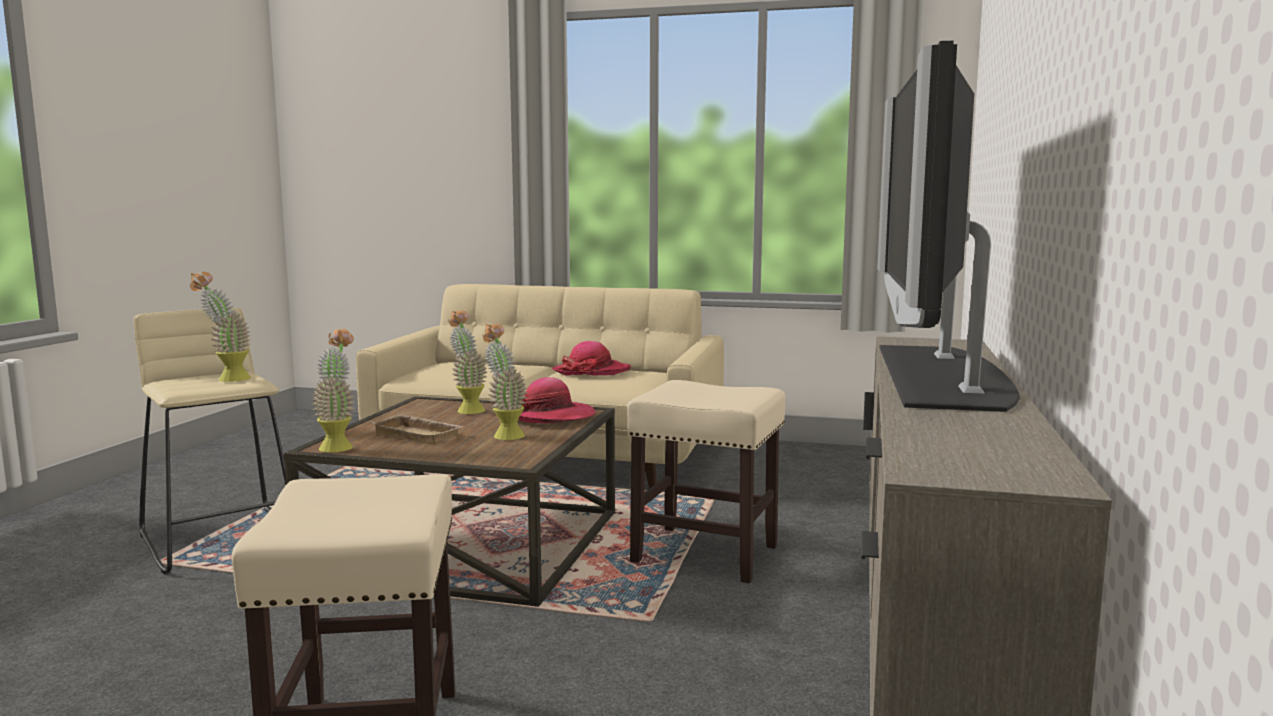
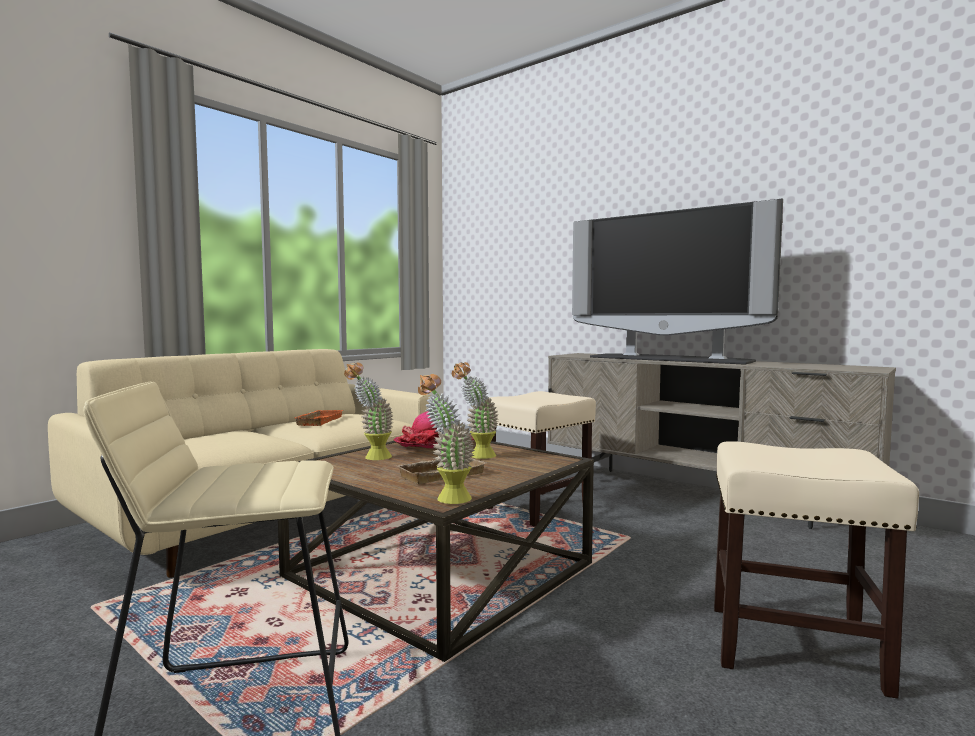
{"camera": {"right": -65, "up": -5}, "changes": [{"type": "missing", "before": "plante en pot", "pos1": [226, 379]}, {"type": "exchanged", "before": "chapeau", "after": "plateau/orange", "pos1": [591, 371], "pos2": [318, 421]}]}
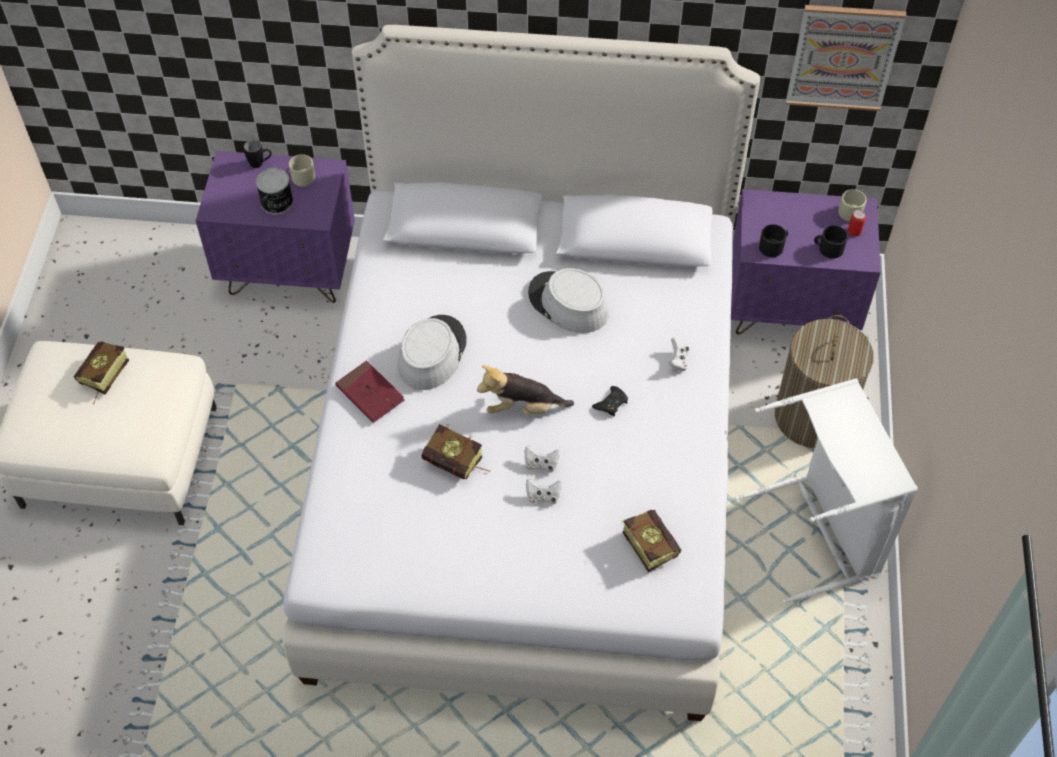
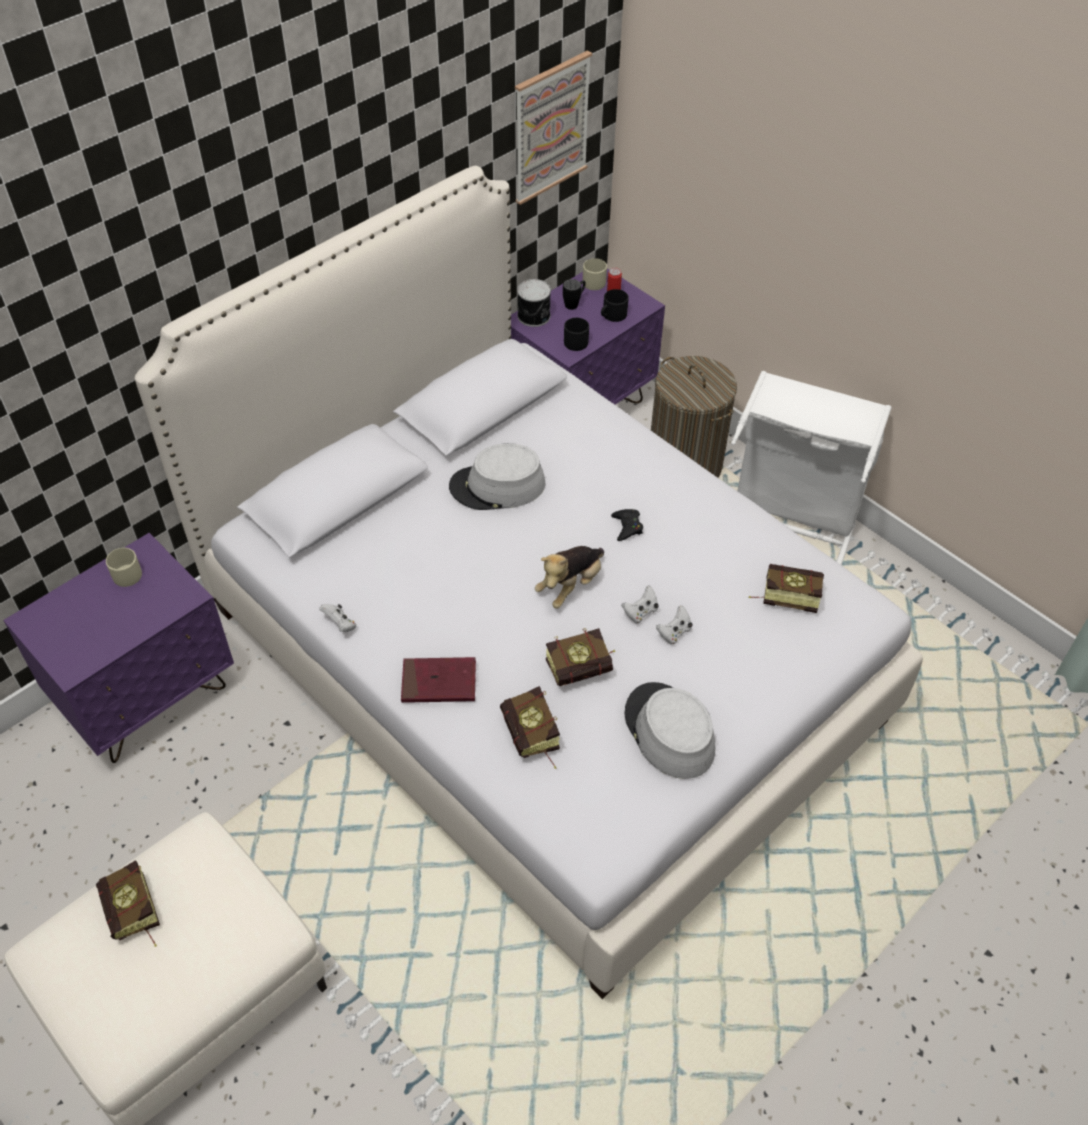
{"camera": {"right": -50, "up": -5}, "changes": [{"type": "relocated", "before": "mug/noir", "pos1": [260, 164], "pos2": [574, 303]}, {"type": "relocated", "before": "boîte métallique", "pos1": [277, 202], "pos2": [534, 316]}, {"type": "relocated", "before": "chapeau/gris", "pos1": [431, 353], "pos2": [669, 731]}, {"type": "relocated", "before": "manette/blanc", "pos1": [678, 361], "pos2": [340, 624]}, {"type": "appeared", "after": "livre", "pos2": [533, 740]}]}
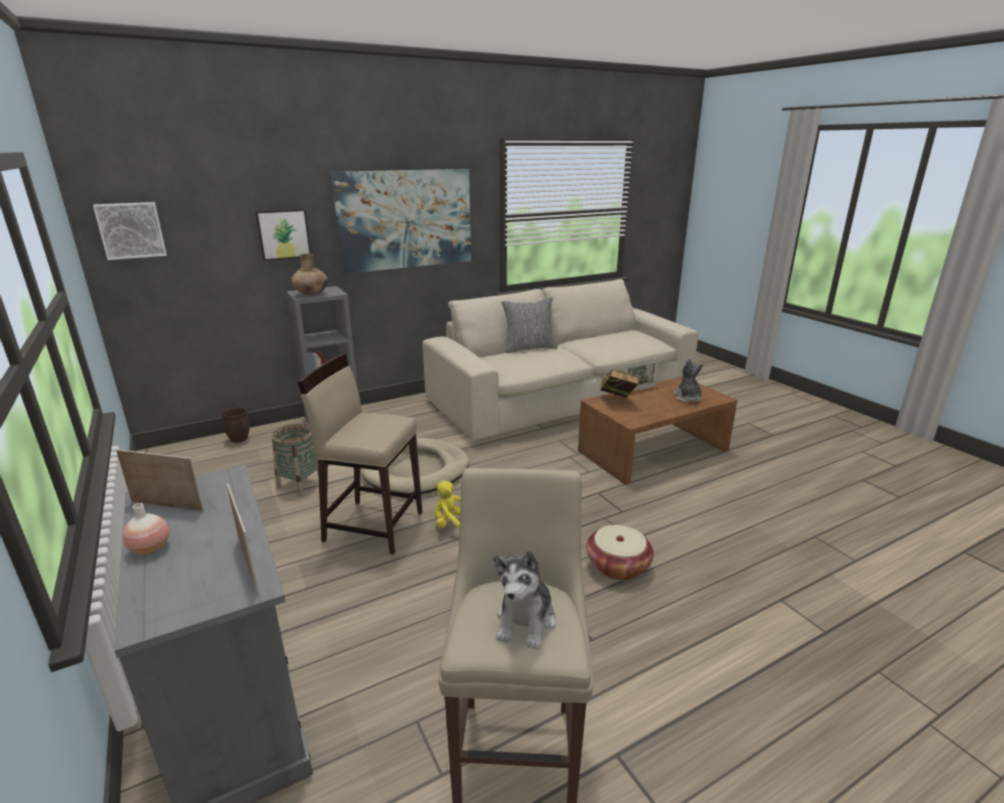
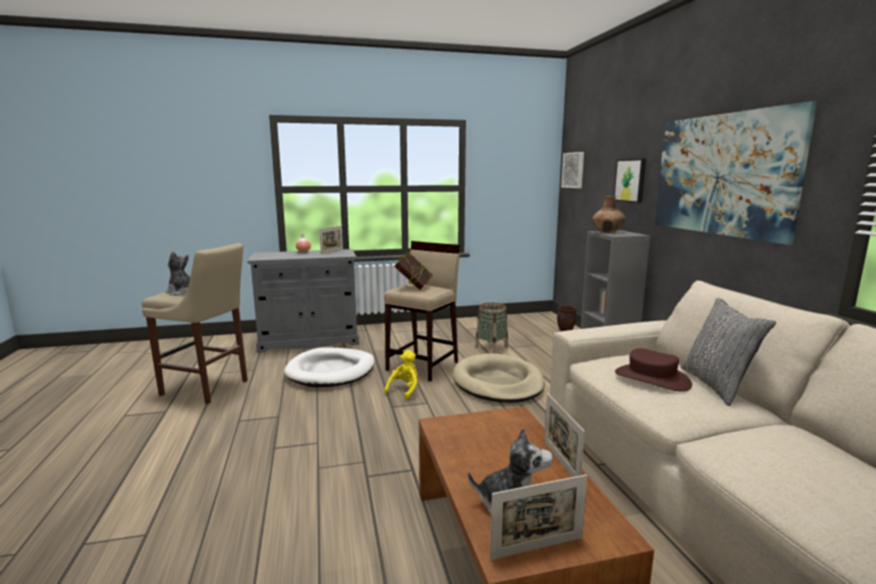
{"camera": {"right": 105, "up": -10}, "changes": [{"type": "relocated", "before": "livre", "pos1": [617, 401], "pos2": [414, 287]}, {"type": "relocated", "before": "cadre photo", "pos1": [248, 564], "pos2": [537, 548]}, {"type": "missing", "before": "panier", "pos1": [618, 566]}, {"type": "appeared", "after": "panier pour chien/blanc", "pos2": [331, 371]}, {"type": "appeared", "after": "chapeau/marron", "pos2": [651, 379]}]}
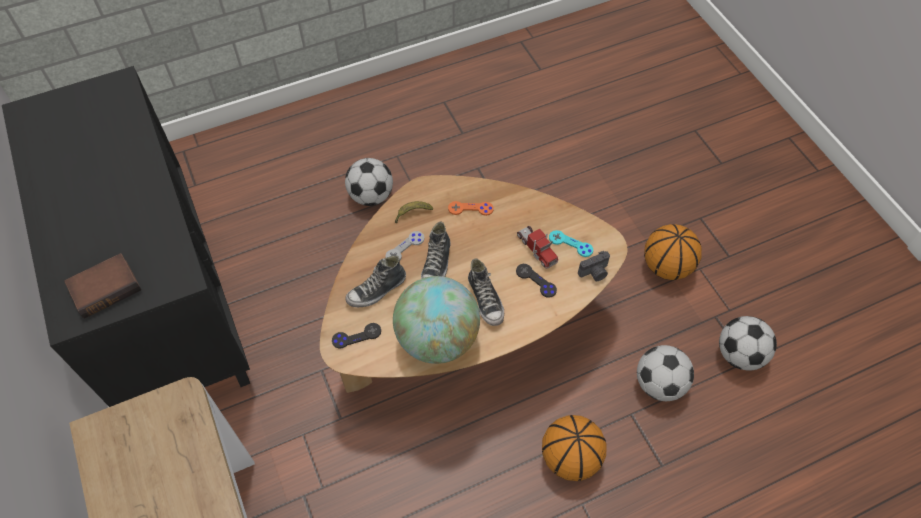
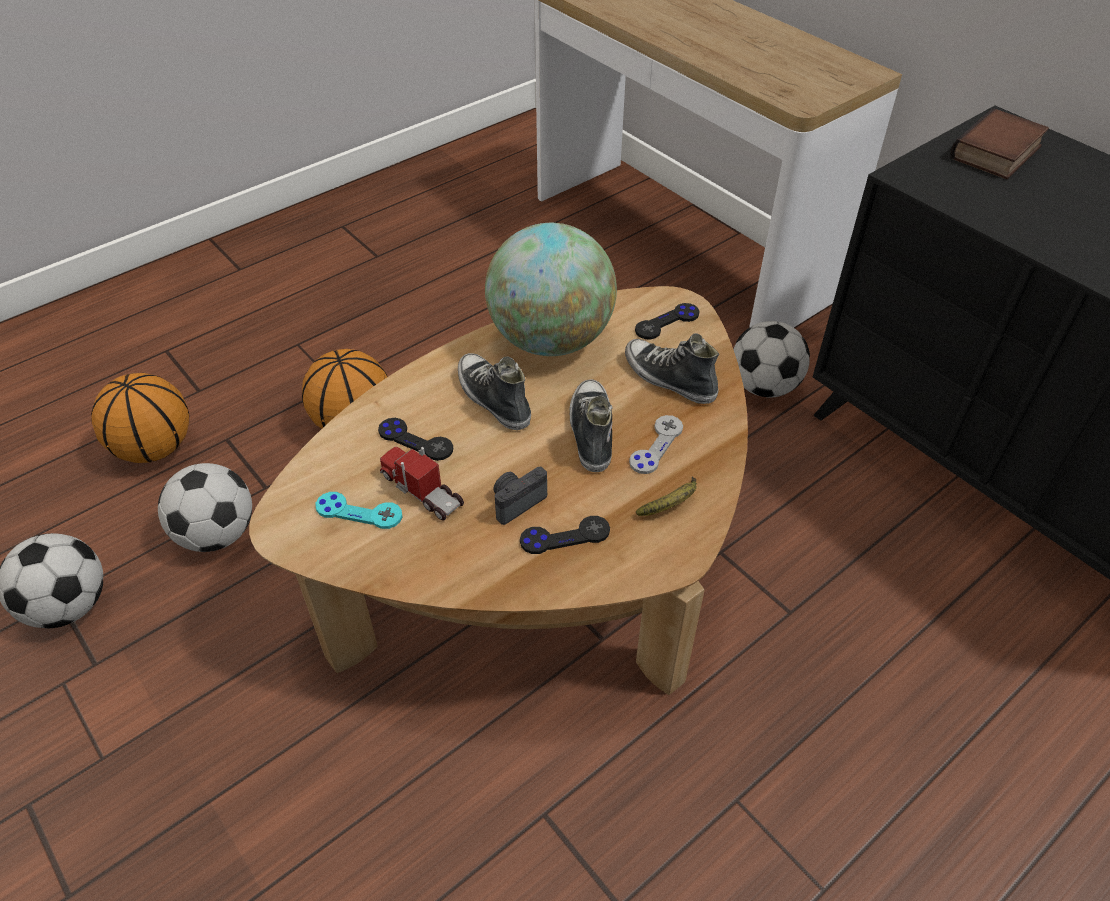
{"camera": {"right": 165, "up": -10}, "changes": [{"type": "relocated", "before": "ballon de foot", "pos1": [371, 196], "pos2": [764, 387]}, {"type": "colour", "before": "manette/orange", "after": "manette/noir", "pos1": [470, 209], "pos2": [565, 536]}, {"type": "relocated", "before": "ballon de basket", "pos1": [666, 266], "pos2": [155, 449]}, {"type": "relocated", "before": "appareil photo", "pos1": [594, 273], "pos2": [516, 501]}, {"type": "spun", "before": "chaussure", "pos1": [377, 290], "pos2": [669, 379], "turn": -90}]}
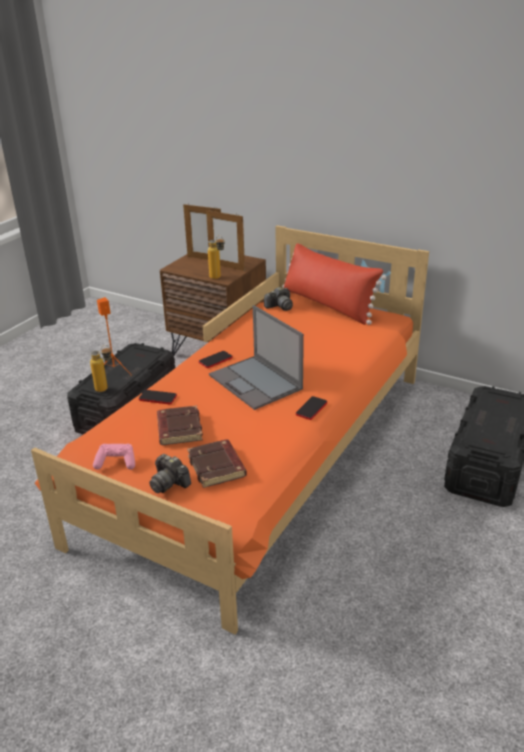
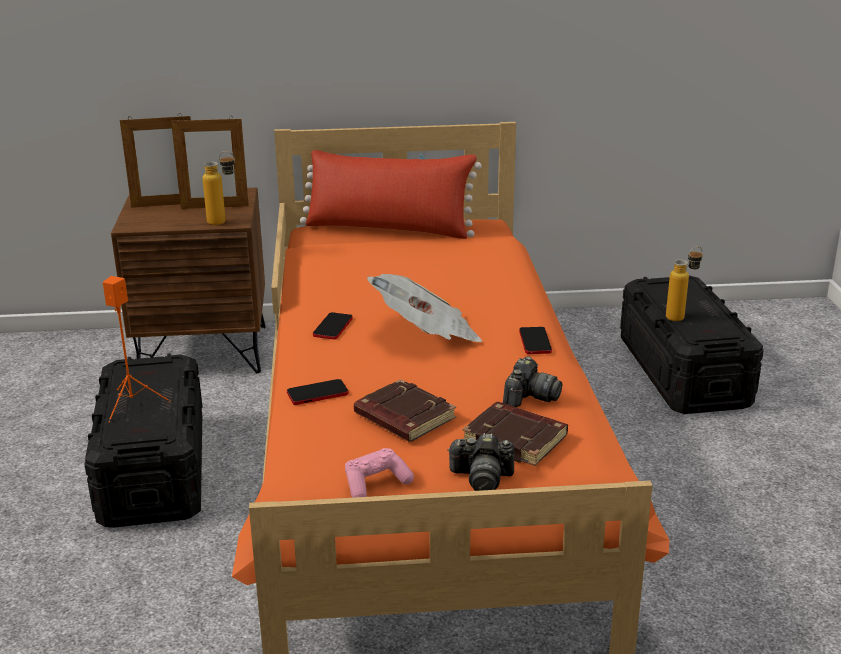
{"camera": {"right": -35, "up": -5}, "changes": [{"type": "relocated", "before": "appareil photo", "pos1": [280, 307], "pos2": [529, 397]}, {"type": "exchanged", "before": "ordinateur portable", "after": "journal", "pos1": [256, 382], "pos2": [426, 335]}, {"type": "relocated", "before": "bouteille", "pos1": [106, 389], "pos2": [681, 316]}]}
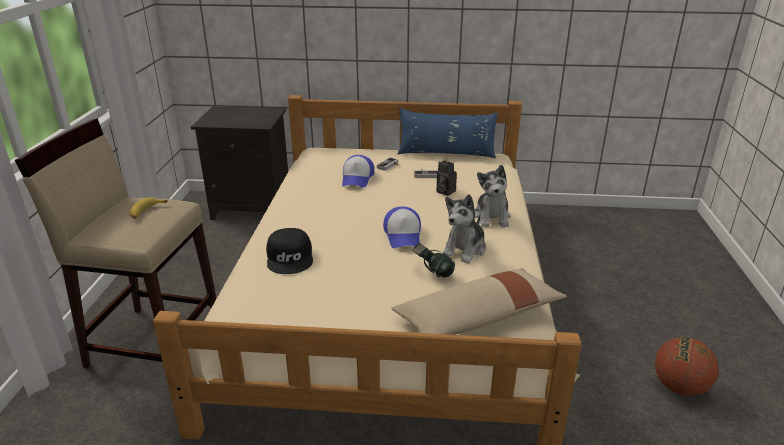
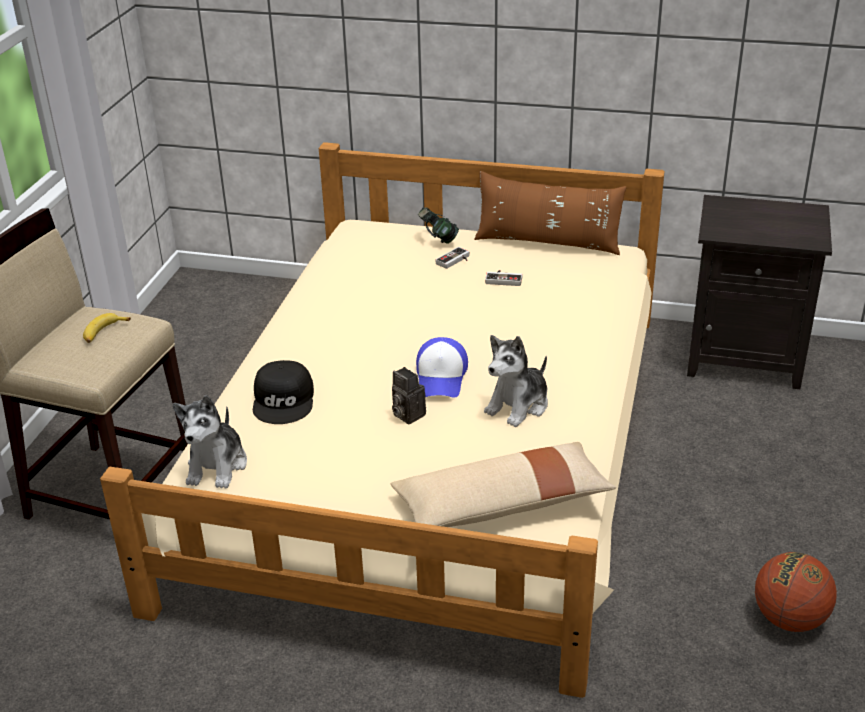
{"camera": {"right": 10, "up": 5}, "changes": [{"type": "relocated", "before": "table de chevet/noir", "pos1": [253, 207], "pos2": [746, 357]}, {"type": "colour", "before": "coussin/bleu", "after": "coussin/marron", "pos1": [446, 154], "pos2": [547, 242]}, {"type": "missing", "before": "casquette", "pos1": [357, 178]}, {"type": "relocated", "before": "appareil photo", "pos1": [444, 191], "pos2": [406, 414]}, {"type": "relocated", "before": "peluche", "pos1": [492, 217], "pos2": [217, 466]}, {"type": "relocated", "before": "casque audio", "pos1": [432, 272], "pos2": [438, 239]}]}
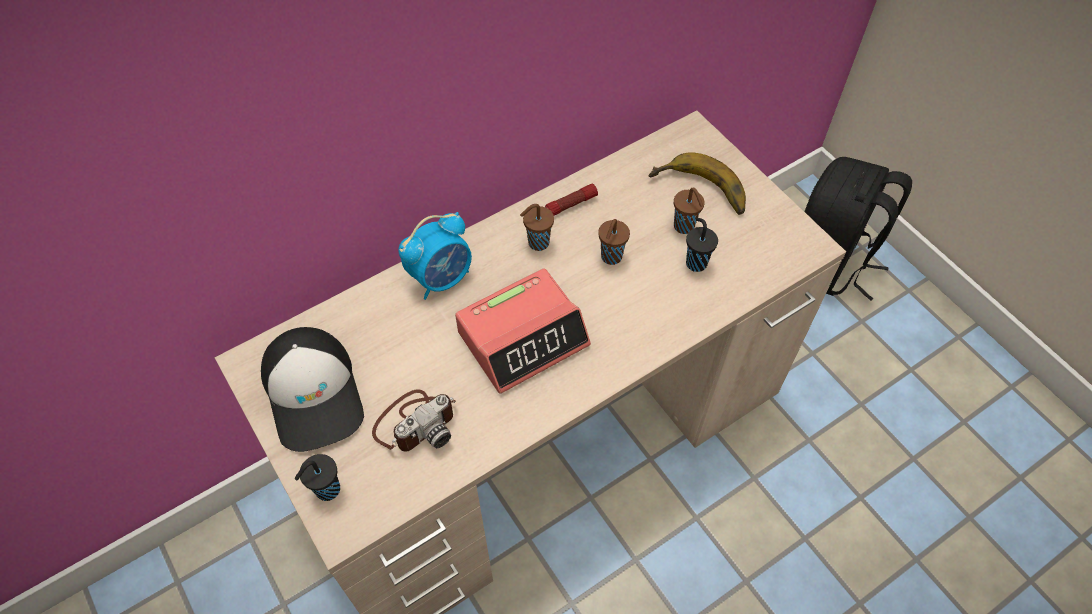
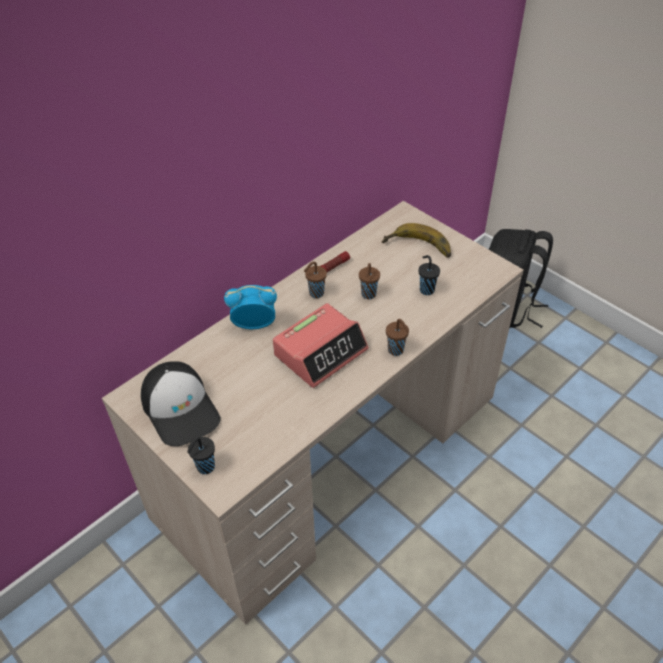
{"camera": {"right": -10, "up": -10}, "changes": [{"type": "relocated", "before": "tasse/marron", "pos1": [684, 227], "pos2": [396, 351]}, {"type": "spun", "before": "réveil", "pos1": [441, 278], "pos2": [254, 324], "turn": -135}, {"type": "missing", "before": "appareil photo", "pos1": [416, 422]}]}
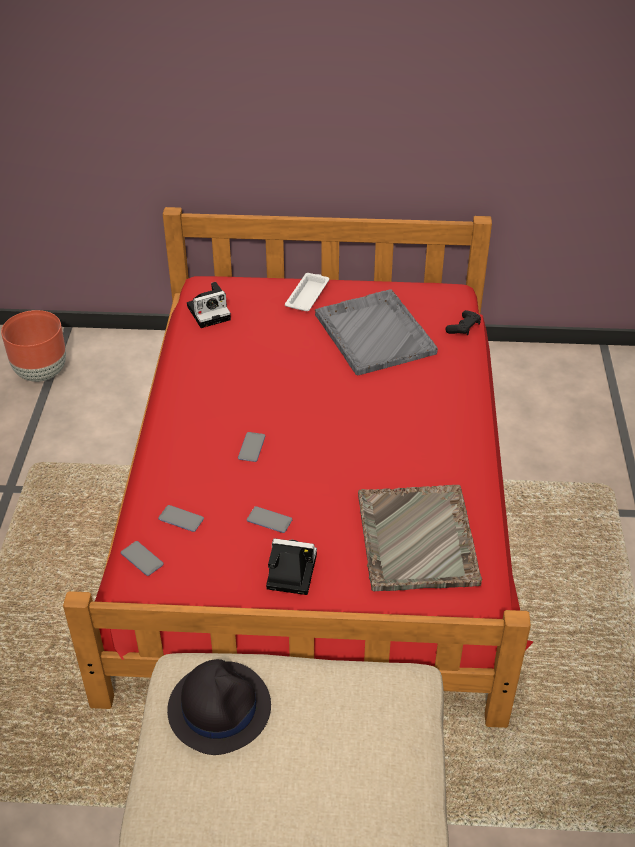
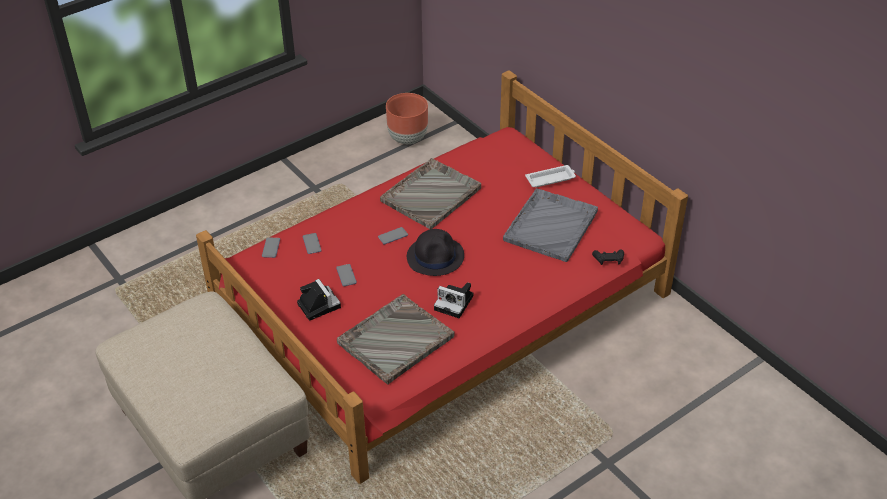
{"camera": {"right": 50, "up": 0}, "changes": [{"type": "relocated", "before": "appareil photo", "pos1": [210, 312], "pos2": [455, 303]}, {"type": "relocated", "before": "chapeau/noir", "pos1": [219, 707], "pos2": [435, 256]}, {"type": "appeared", "after": "plateau/gris", "pos2": [432, 194]}]}
